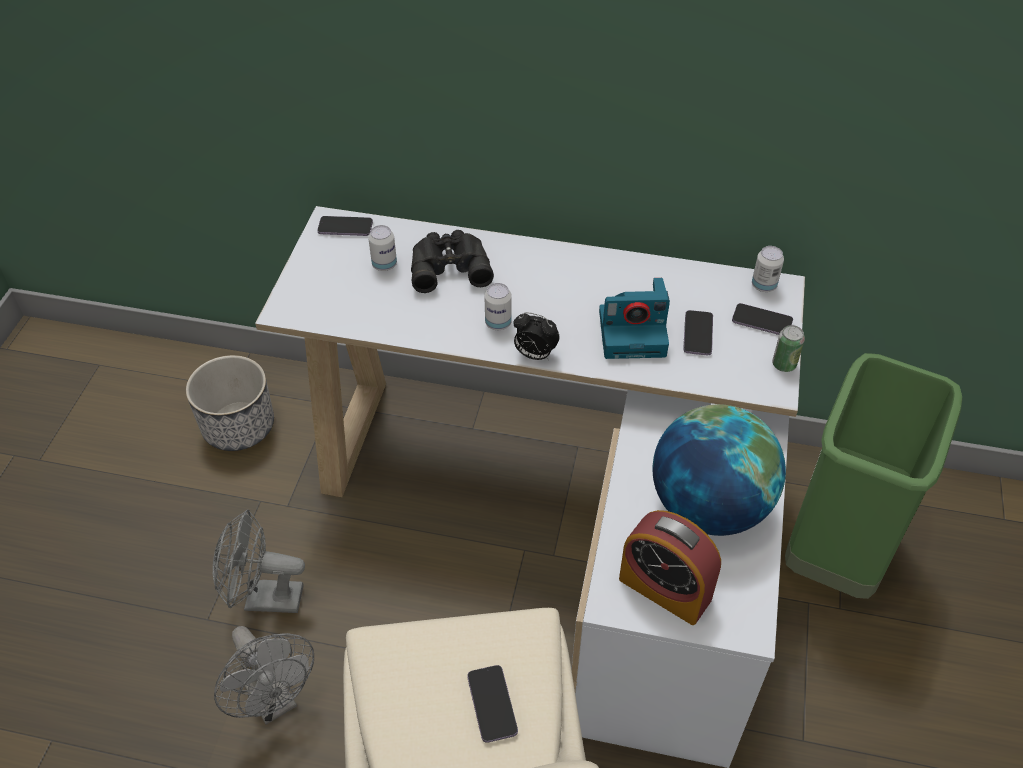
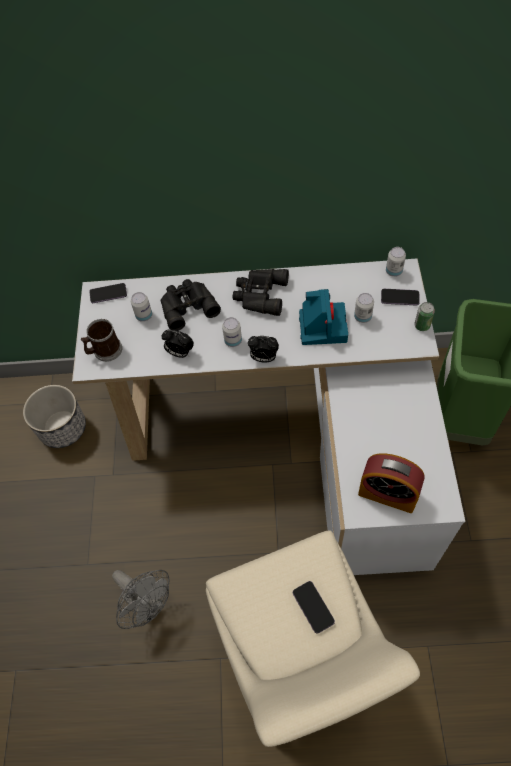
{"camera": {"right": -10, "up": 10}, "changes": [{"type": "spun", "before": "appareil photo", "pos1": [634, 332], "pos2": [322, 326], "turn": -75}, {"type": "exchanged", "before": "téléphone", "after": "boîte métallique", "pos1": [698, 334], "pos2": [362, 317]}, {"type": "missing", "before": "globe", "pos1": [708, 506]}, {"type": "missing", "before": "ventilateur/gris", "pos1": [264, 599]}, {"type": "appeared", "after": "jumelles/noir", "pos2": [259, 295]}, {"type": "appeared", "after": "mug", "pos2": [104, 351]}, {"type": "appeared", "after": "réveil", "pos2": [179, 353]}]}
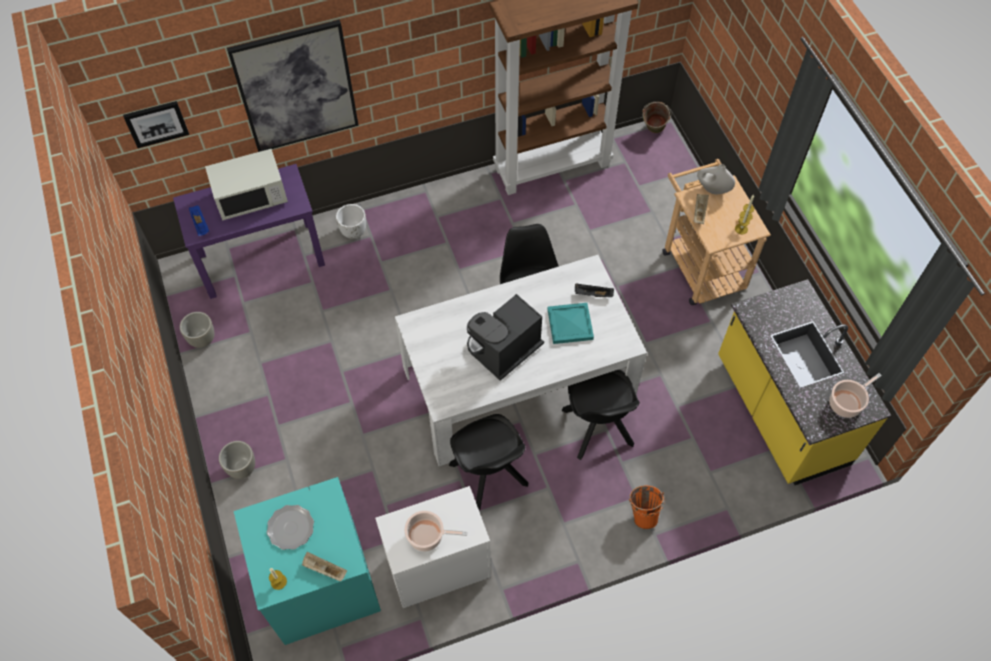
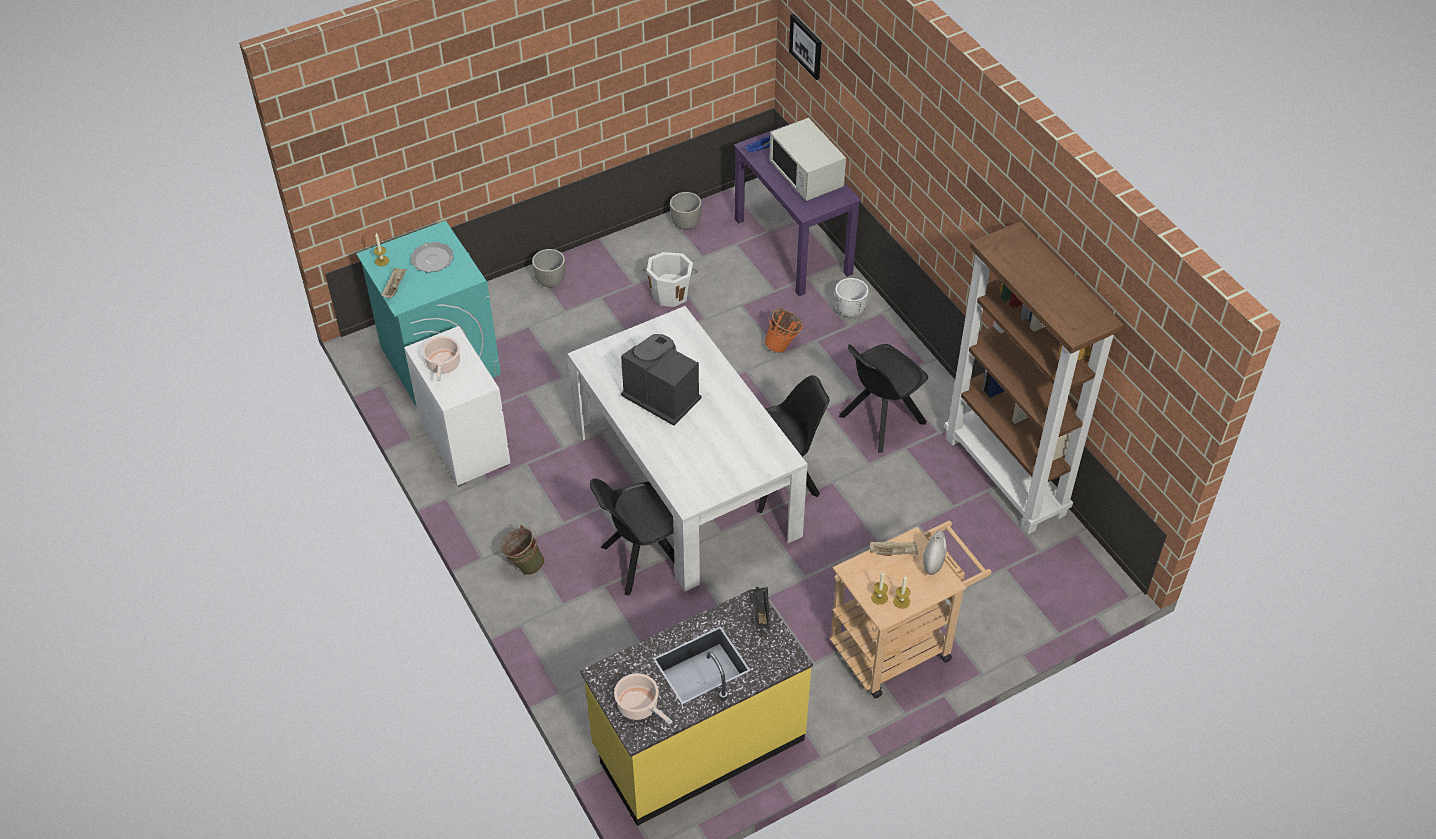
{"camera": {"right": 80, "up": -10}, "changes": [{"type": "missing", "before": "tableau", "pos1": [296, 87]}, {"type": "relocated", "before": "seau/vert", "pos1": [653, 131], "pos2": [523, 565]}, {"type": "relocated", "before": "plateau/noir", "pos1": [592, 294], "pos2": [761, 612]}, {"type": "missing", "before": "plateau/turquoise", "pos1": [569, 324]}, {"type": "relocated", "before": "chaise/noir", "pos1": [489, 476], "pos2": [880, 420]}, {"type": "relocated", "before": "seau/orange", "pos1": [643, 513], "pos2": [783, 345]}, {"type": "appeared", "after": "seau/blanc", "pos2": [670, 293]}]}
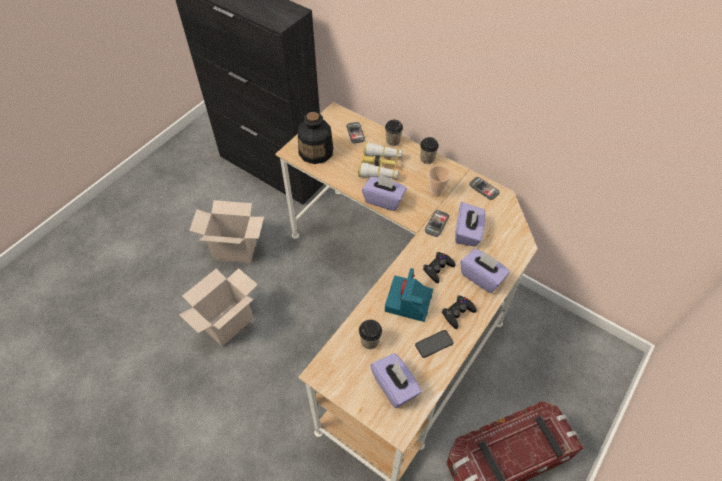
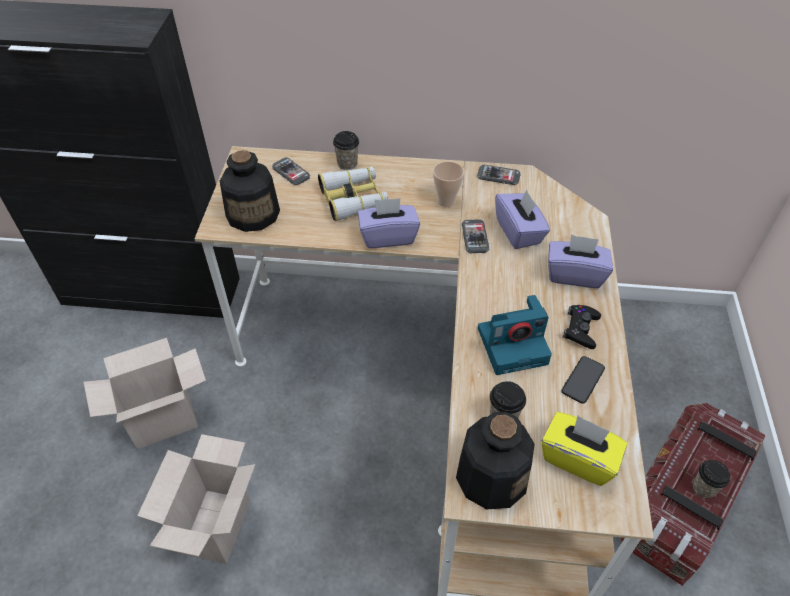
{"camera": {"right": -30, "up": -5}, "changes": [{"type": "relocated", "before": "tasse", "pos1": [427, 159], "pos2": [703, 488]}, {"type": "missing", "before": "manette/noir", "pos1": [438, 269]}, {"type": "spun", "before": "appareil photo", "pos1": [409, 302], "pos2": [513, 345], "turn": -90}, {"type": "colour", "before": "boîte à mouchoirs/violet", "after": "boîte à mouchoirs/jaune", "pos1": [395, 386], "pos2": [578, 458]}, {"type": "appeared", "after": "bouteille", "pos2": [491, 476]}]}
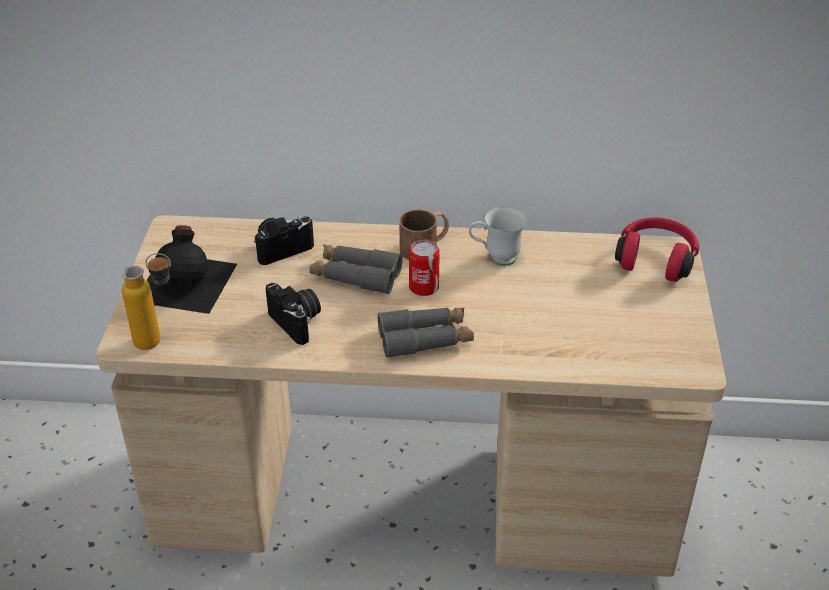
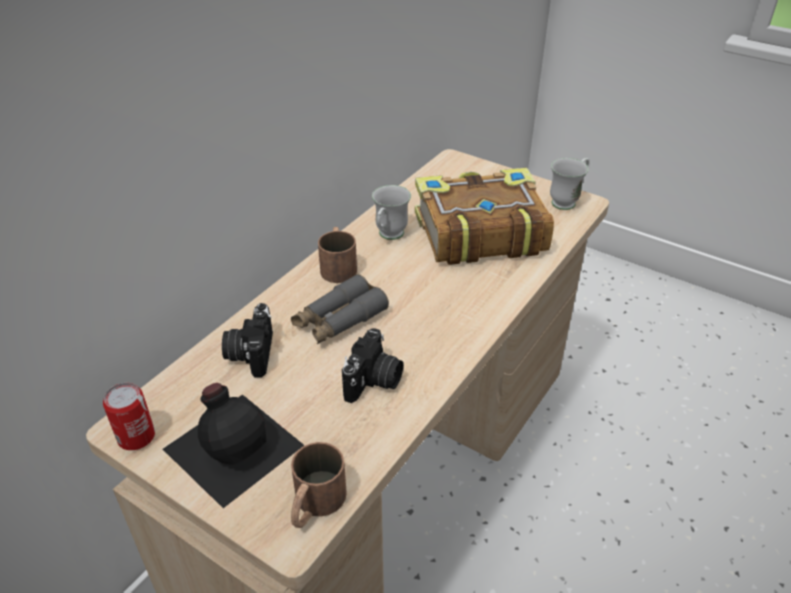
{"camera": {"right": -60, "up": 0}, "changes": [{"type": "missing", "before": "casque audio/rouge", "pos1": [656, 259]}, {"type": "relocated", "before": "boîte métallique", "pos1": [423, 287], "pos2": [136, 437]}, {"type": "exchanged", "before": "bouteille", "after": "mug/marron", "pos1": [159, 341], "pos2": [314, 505]}, {"type": "spun", "before": "appareil photo", "pos1": [298, 322], "pos2": [374, 382], "turn": 120}, {"type": "missing", "before": "jumelles/gris", "pos1": [425, 339]}, {"type": "appeared", "after": "mug/blanc", "pos2": [567, 201]}, {"type": "appeared", "after": "livre", "pos2": [478, 232]}]}
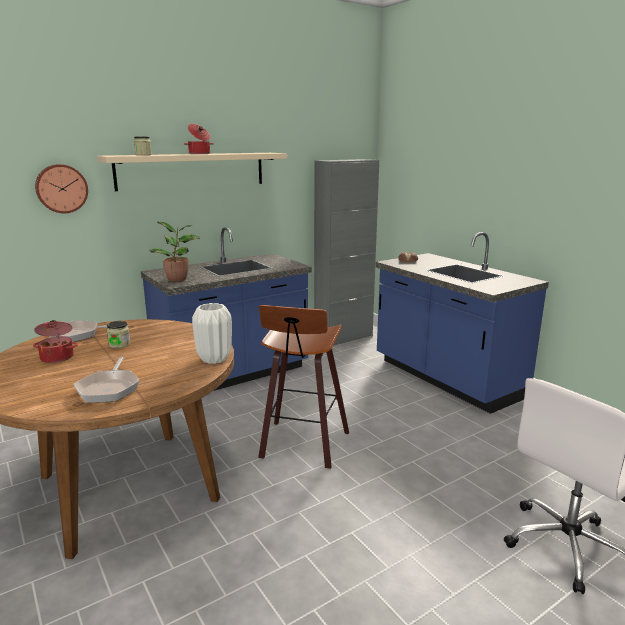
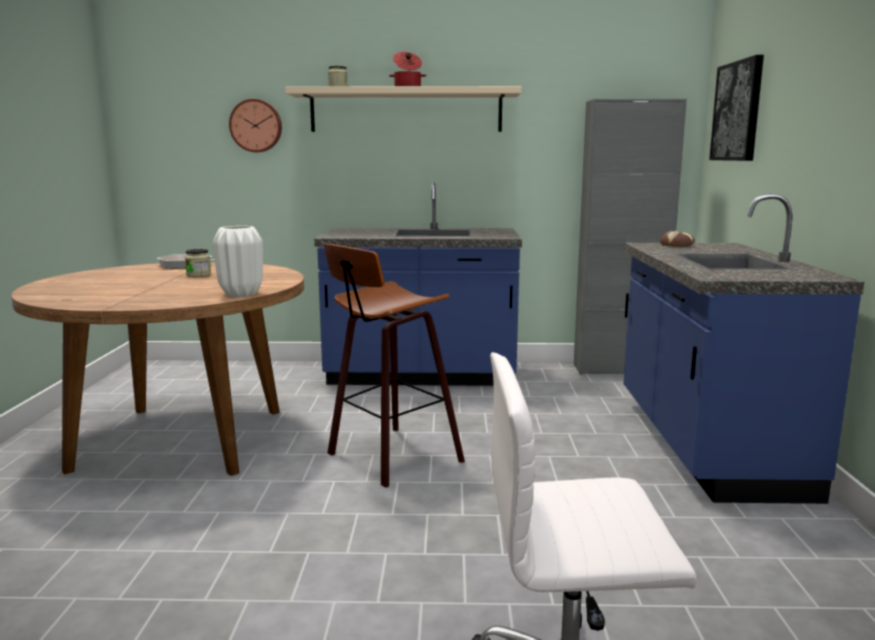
{"camera": {"right": 35, "up": -5}, "changes": [{"type": "missing", "before": "plante en pot", "pos1": [178, 279]}, {"type": "missing", "before": "marmite", "pos1": [57, 357]}, {"type": "missing", "before": "poêle", "pos1": [109, 388]}, {"type": "appeared", "after": "tableau", "pos2": [737, 111]}]}
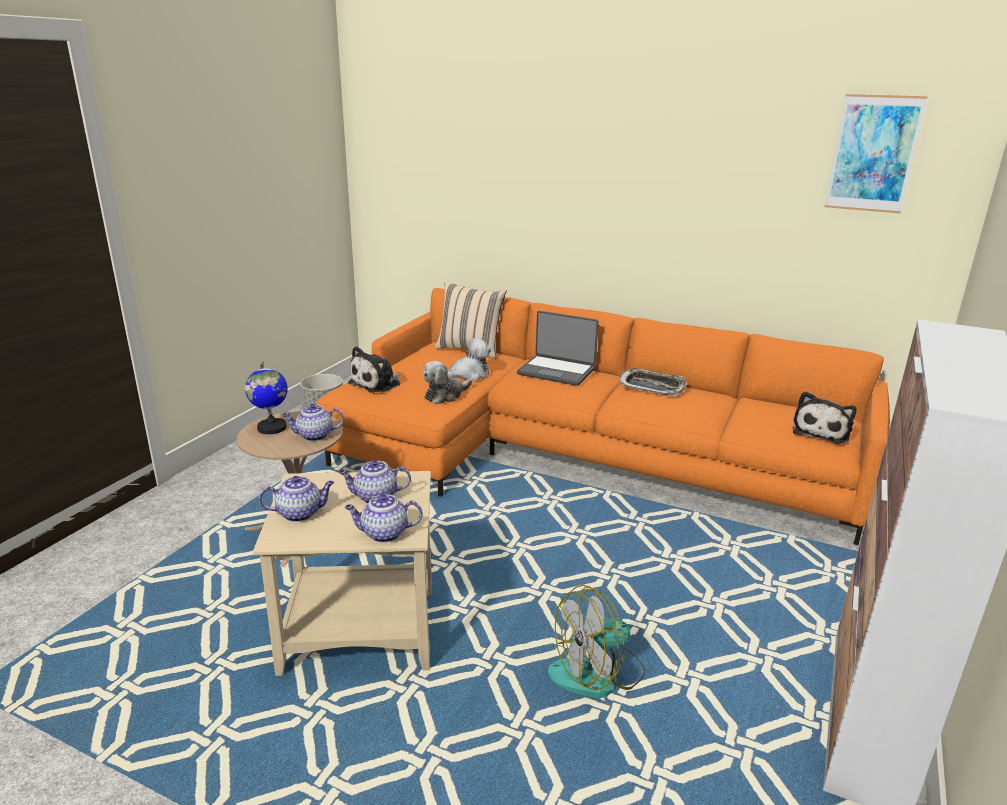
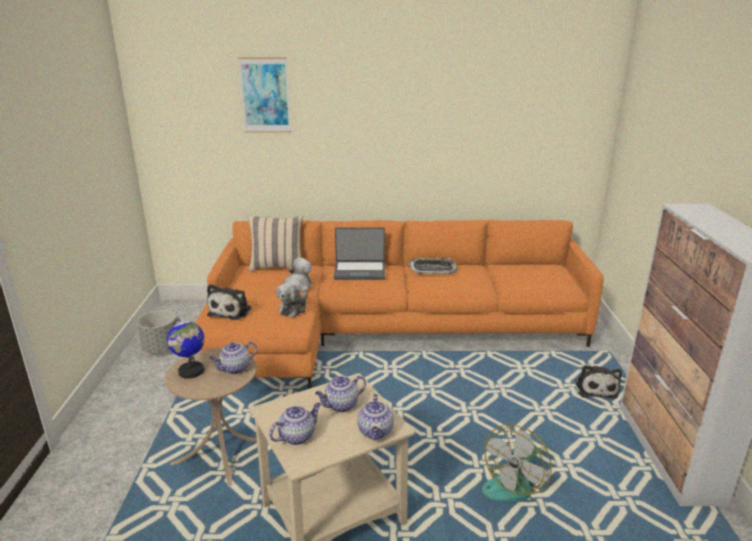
{"camera": {"right": -25, "up": 0}, "changes": [{"type": "relocated", "before": "tableau", "pos1": [873, 154], "pos2": [265, 95]}, {"type": "relocated", "before": "peluche", "pos1": [821, 431], "pos2": [595, 388]}, {"type": "spun", "before": "théière", "pos1": [384, 534], "pos2": [376, 432], "turn": -60}]}
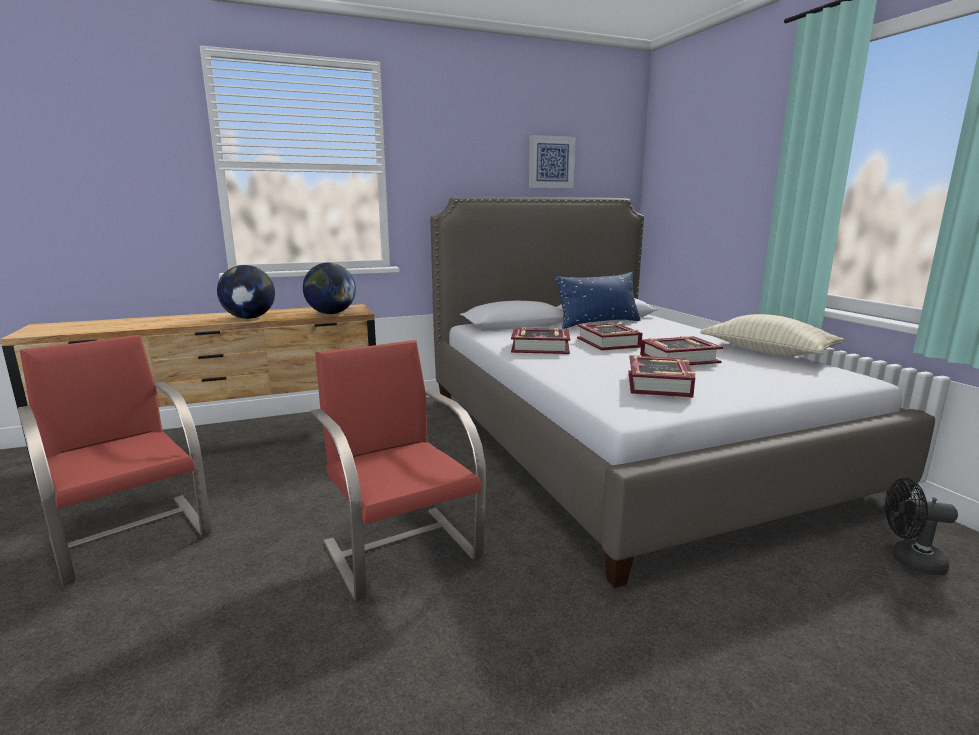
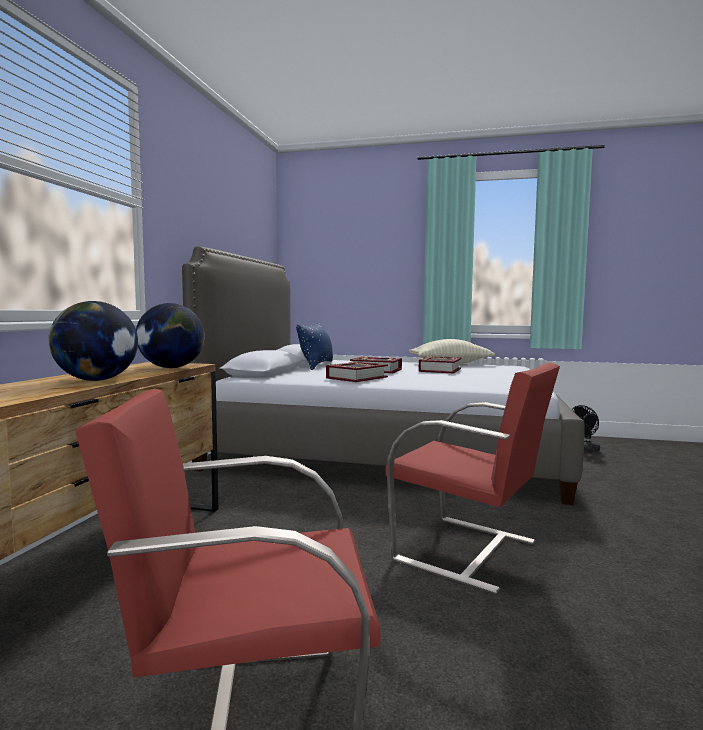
{"camera": {"right": -55, "up": -10}, "changes": [{"type": "missing", "before": "tableau", "pos1": [551, 162]}, {"type": "spun", "before": "chaise/rouge", "pos1": [401, 548], "pos2": [468, 552], "turn": -150}, {"type": "missing", "before": "livre", "pos1": [659, 384]}]}
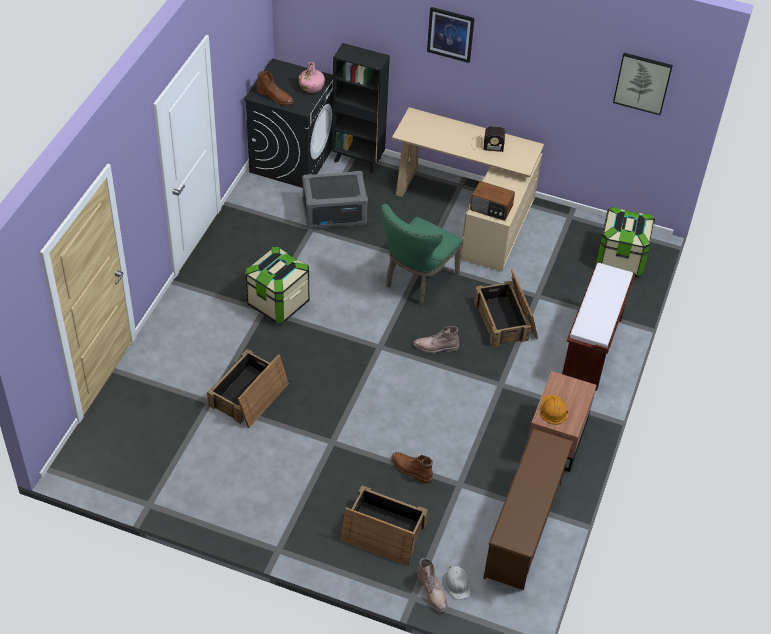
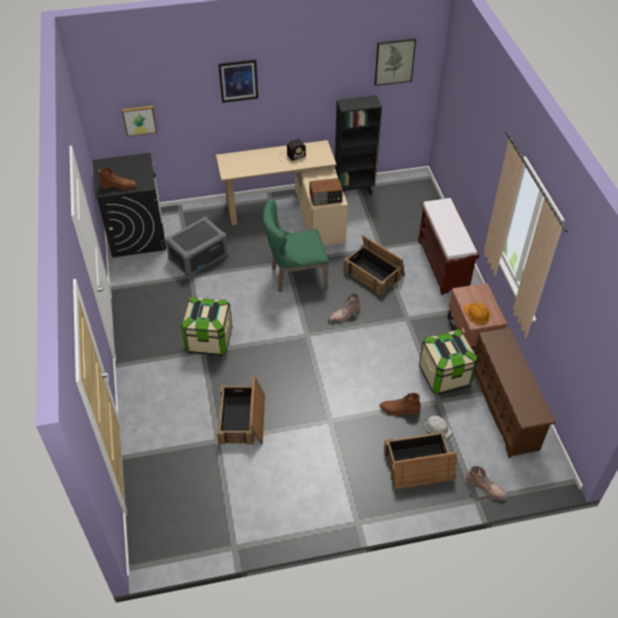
{"camera": {"right": -30, "up": 0}, "changes": [{"type": "relocated", "before": "bibliothèque/noir", "pos1": [358, 160], "pos2": [354, 190]}, {"type": "missing", "before": "bouteille/rose", "pos1": [311, 87]}, {"type": "spun", "before": "chaise/vert", "pos1": [417, 281], "pos2": [295, 276], "turn": 75}, {"type": "relocated", "before": "boîte de rangement", "pos1": [621, 259], "pos2": [444, 376]}, {"type": "relocated", "before": "casque de chantier/blanc", "pos1": [457, 583], "pos2": [437, 428]}, {"type": "appeared", "after": "tableau", "pos2": [139, 120]}]}
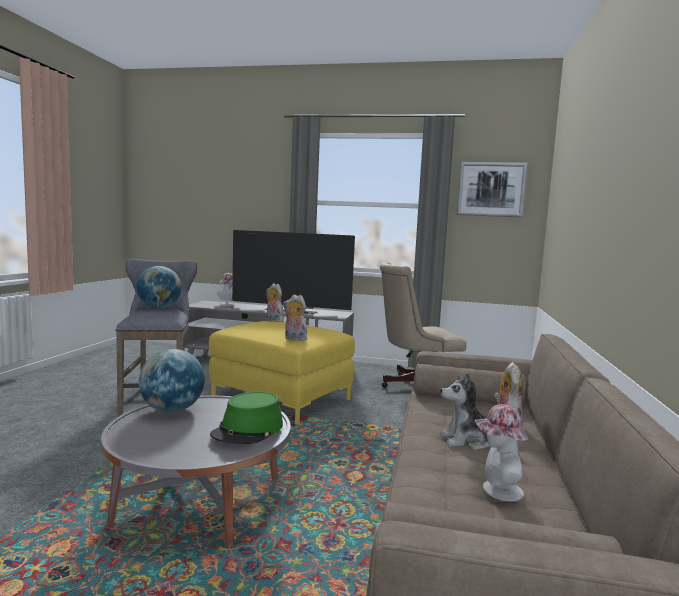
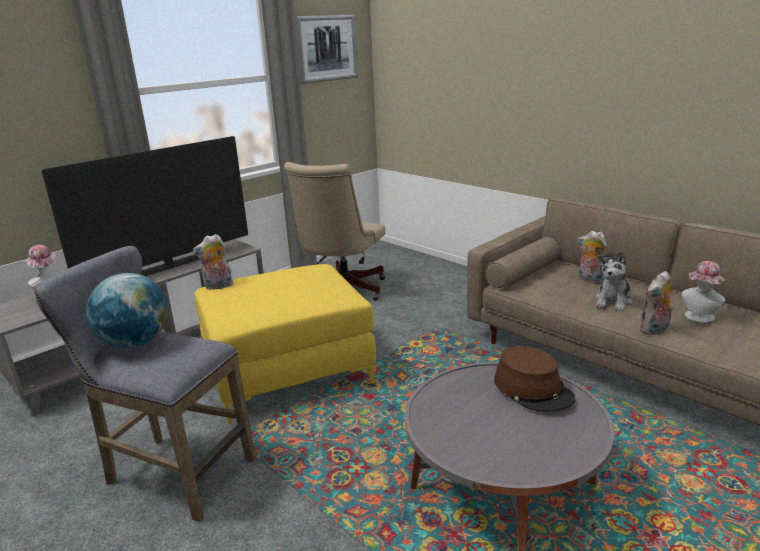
{"camera": {"right": -55, "up": 15}, "changes": [{"type": "relocated", "before": "peluche", "pos1": [294, 339], "pos2": [654, 330]}, {"type": "missing", "before": "globe", "pos1": [172, 410]}, {"type": "colour", "before": "chapeau/vert", "after": "chapeau/marron", "pos1": [248, 430], "pos2": [533, 389]}]}
